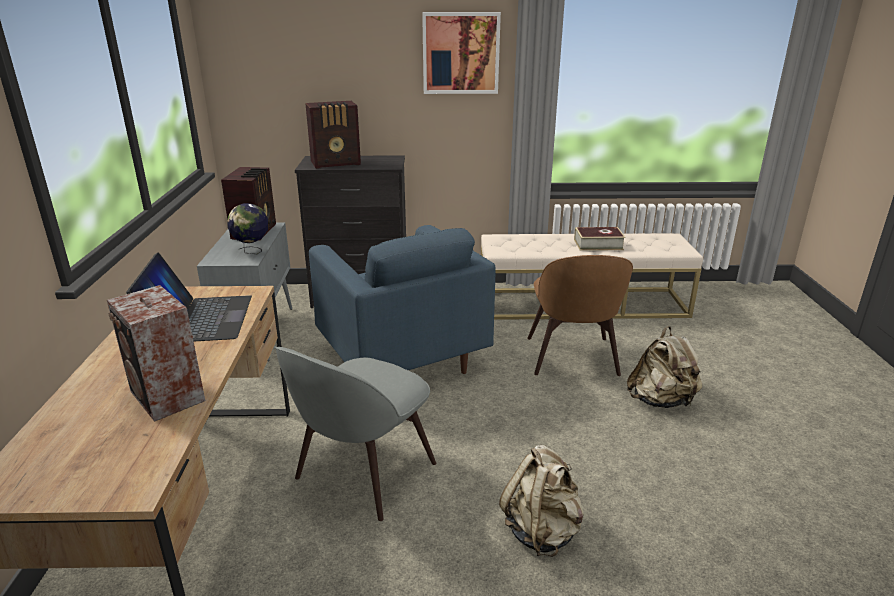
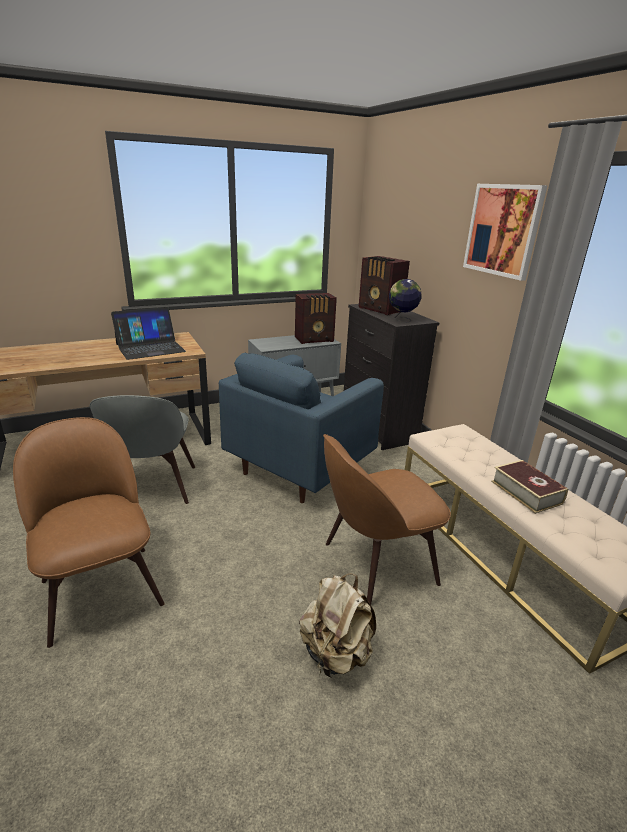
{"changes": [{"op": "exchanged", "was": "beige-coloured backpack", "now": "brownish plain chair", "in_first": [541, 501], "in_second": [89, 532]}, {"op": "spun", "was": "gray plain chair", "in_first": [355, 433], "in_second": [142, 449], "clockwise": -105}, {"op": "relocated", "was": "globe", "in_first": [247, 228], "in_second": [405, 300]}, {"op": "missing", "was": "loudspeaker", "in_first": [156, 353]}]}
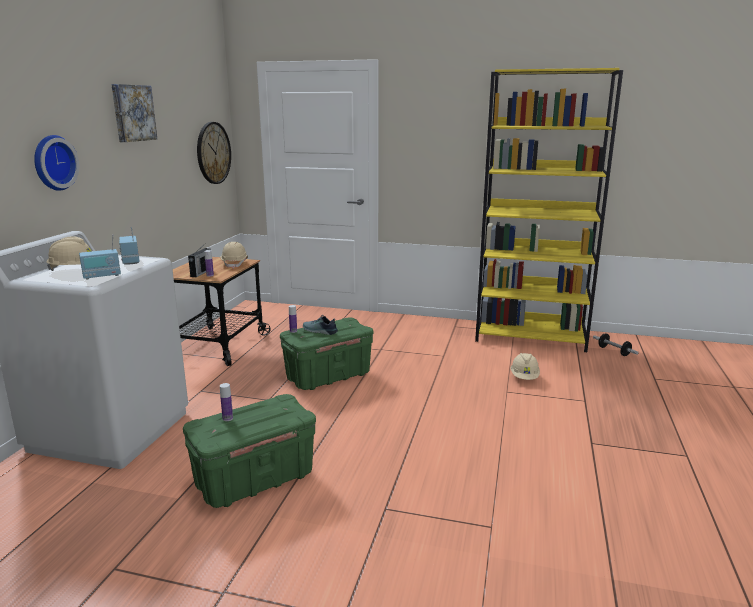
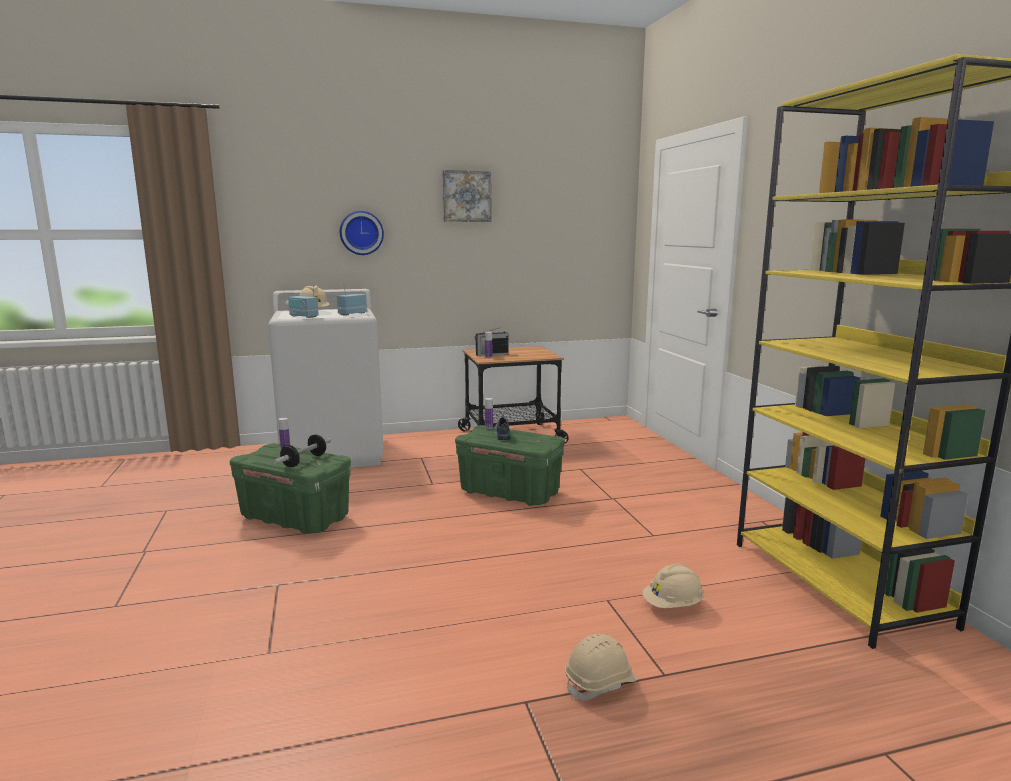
{"changes": [{"op": "relocated", "was": "dumbbell", "in_first": [616, 344], "in_second": [302, 450]}, {"op": "relocated", "was": "beige-coloured work helmet", "in_first": [234, 255], "in_second": [601, 667]}, {"op": "missing", "was": "hanging clock", "in_first": [214, 153]}]}
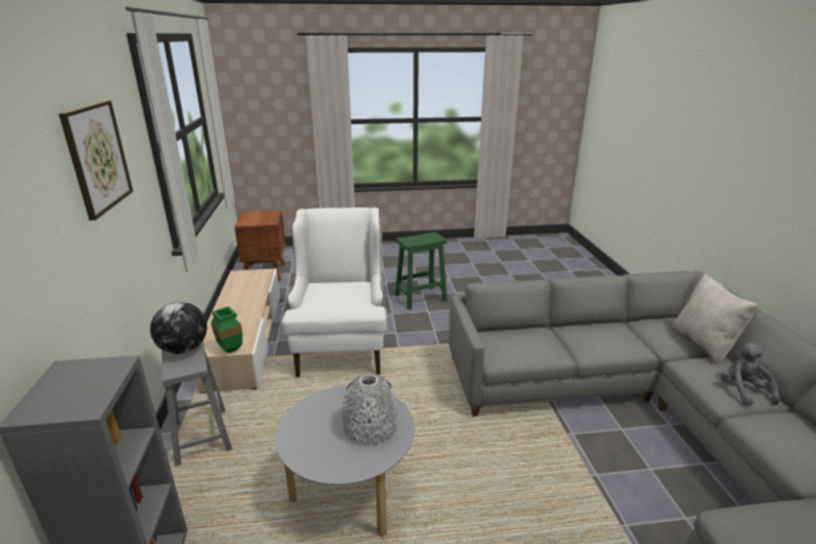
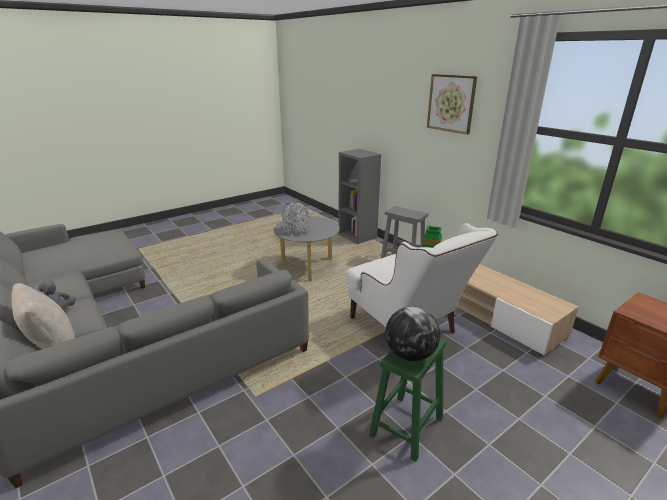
{"changes": [{"op": "relocated", "was": "globe", "in_first": [178, 328], "in_second": [412, 334]}]}
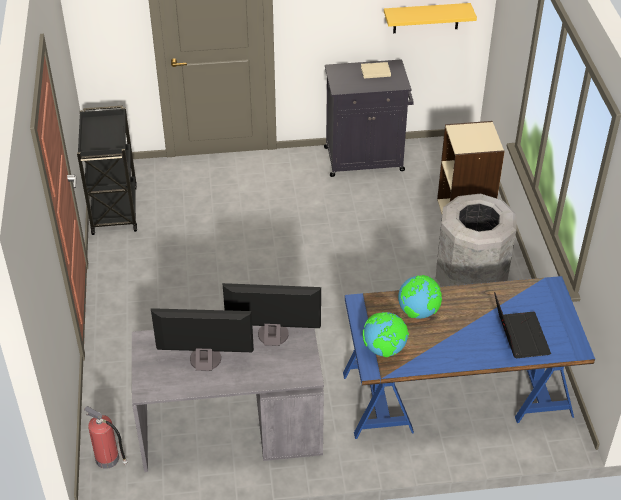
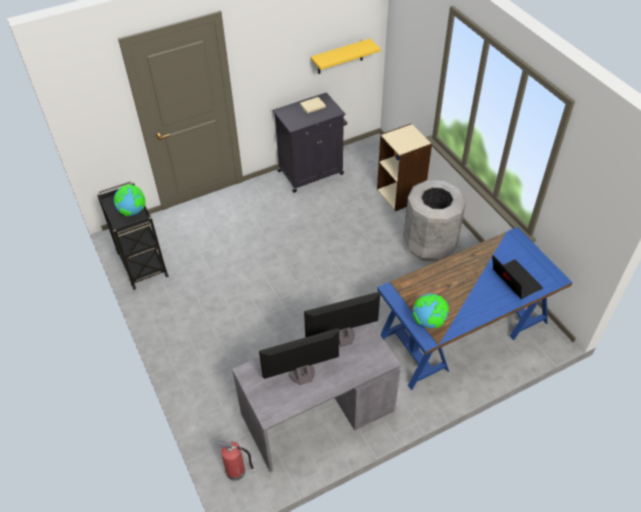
{"changes": [{"op": "relocated", "was": "globe", "in_first": [420, 297], "in_second": [129, 200]}]}
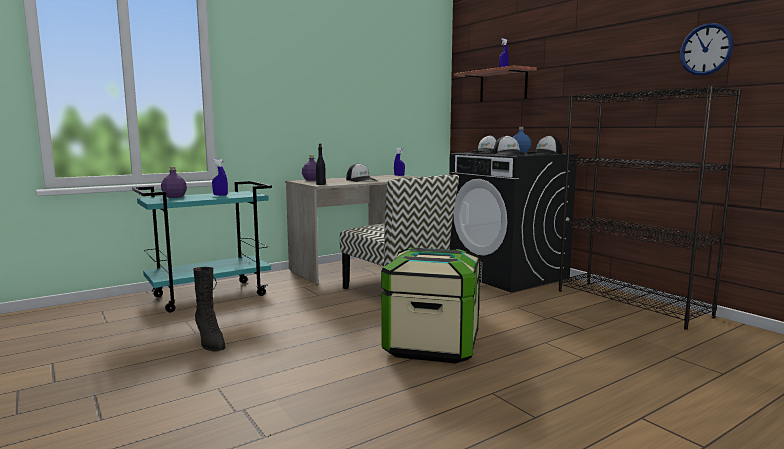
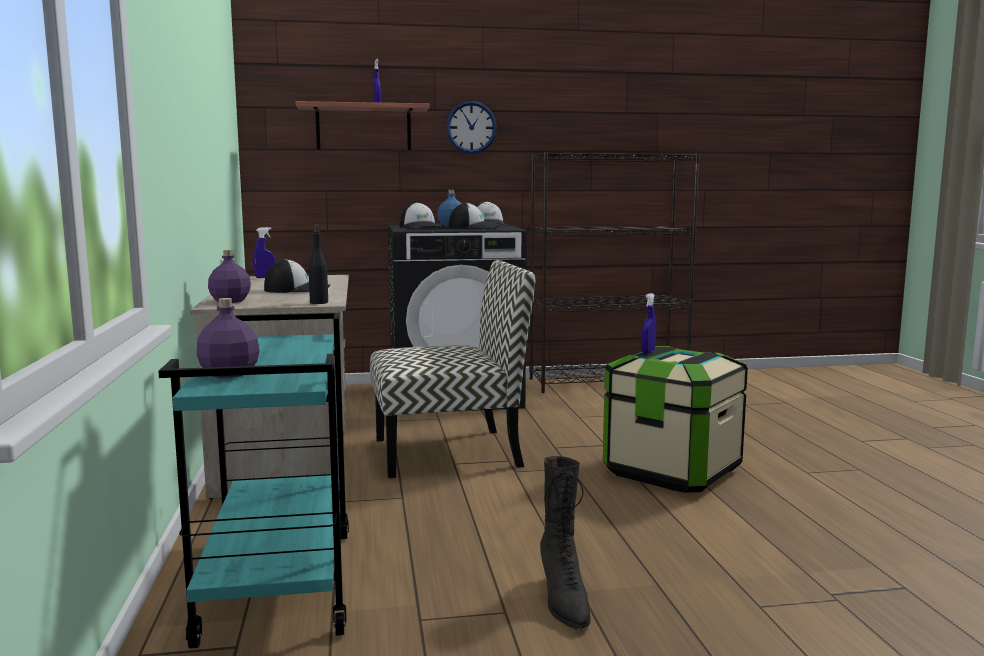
{"changes": [{"op": "relocated", "was": "hanging clock", "in_first": [707, 49], "in_second": [471, 127]}, {"op": "spun", "was": "black boot", "in_first": [209, 309], "in_second": [565, 543], "clockwise": 90}, {"op": "relocated", "was": "blue-coloured sprayer", "in_first": [220, 177], "in_second": [648, 323]}]}
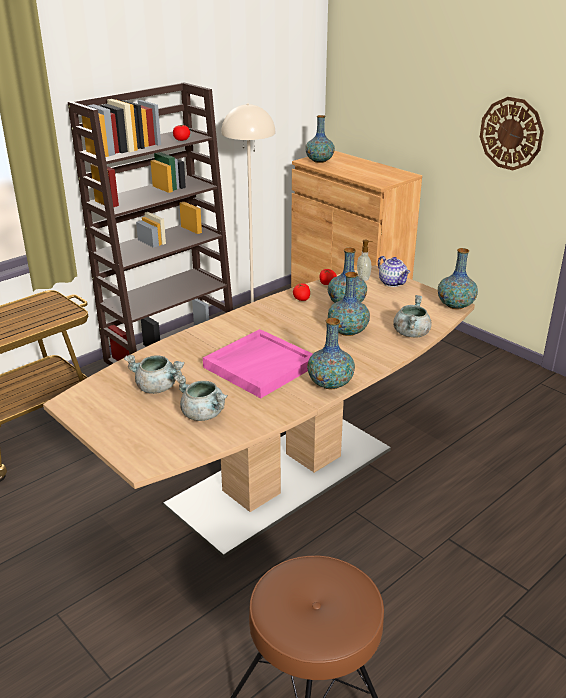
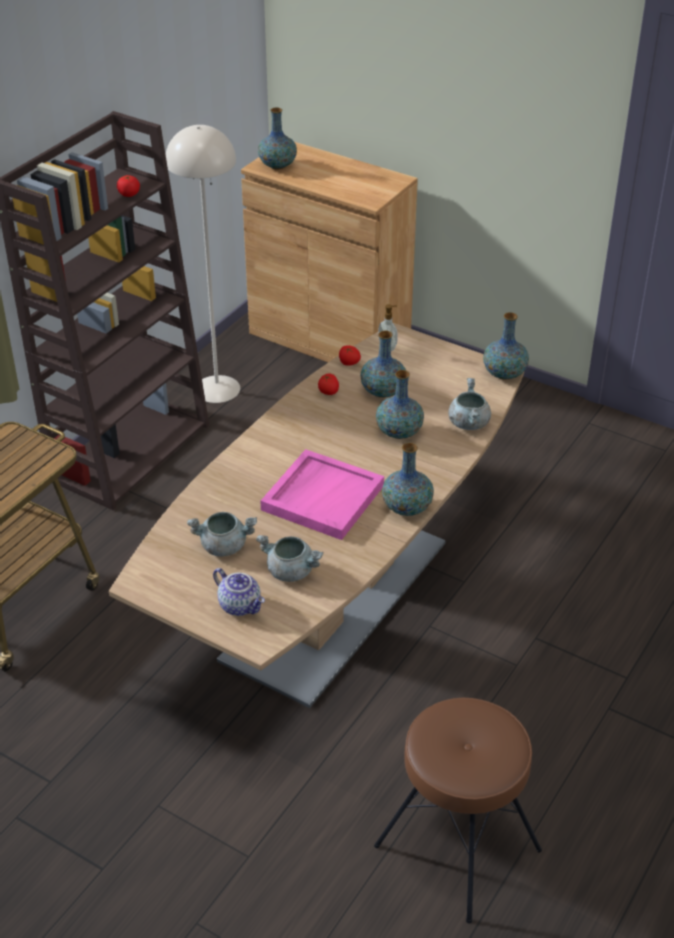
{"changes": [{"op": "relocated", "was": "teapot", "in_first": [394, 271], "in_second": [239, 592]}, {"op": "missing", "was": "hanging clock", "in_first": [512, 133]}]}
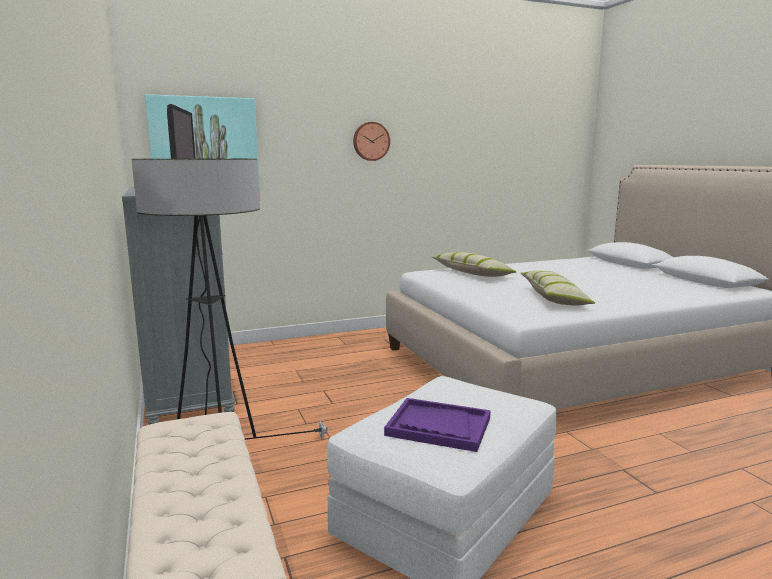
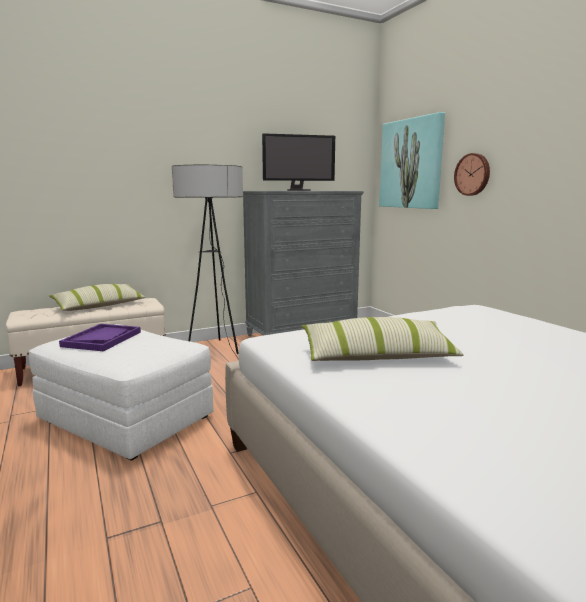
{"changes": [{"op": "relocated", "was": "throw pillow", "in_first": [474, 264], "in_second": [97, 297]}, {"op": "relocated", "was": "hanging clock", "in_first": [371, 141], "in_second": [472, 174]}]}
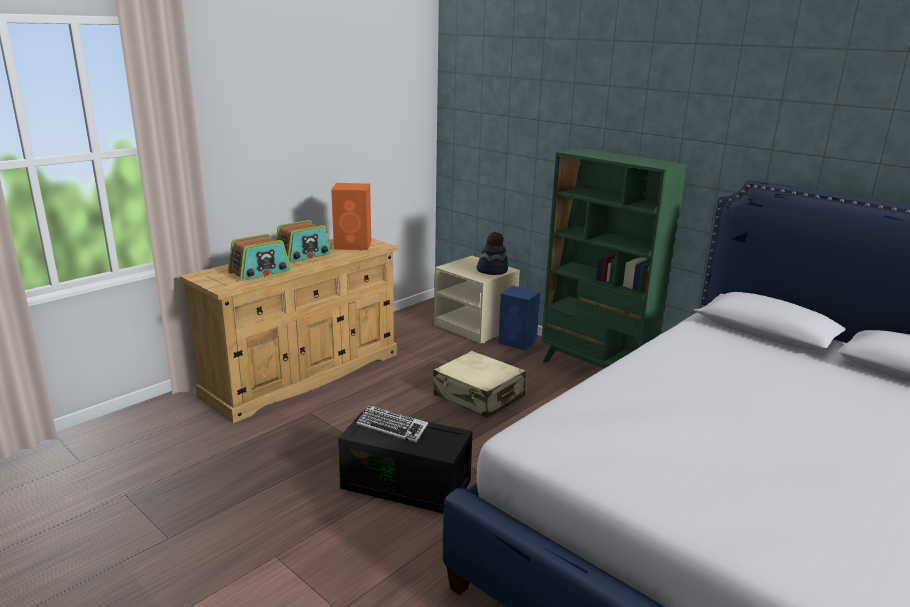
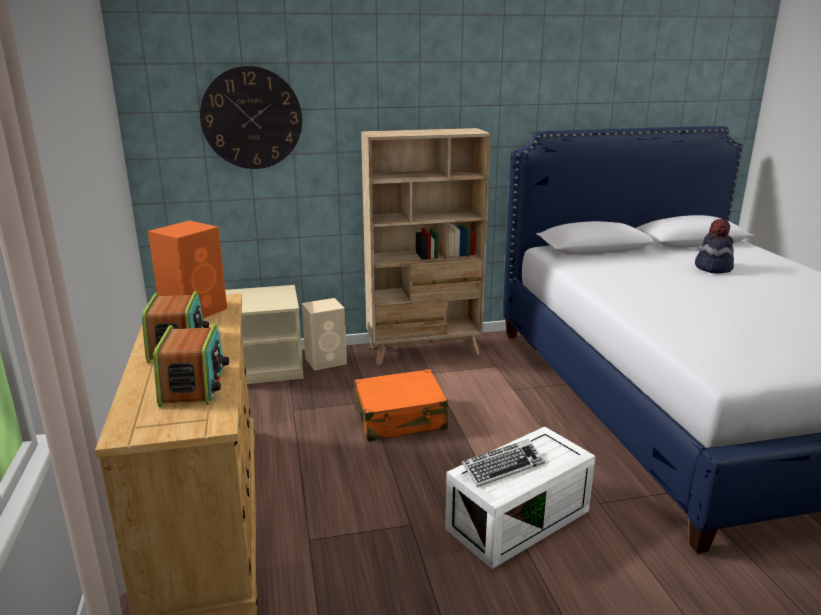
{"changes": [{"op": "appeared", "now": "hanging clock", "in_second": [251, 117]}, {"op": "colour", "was": "blue-coloured loudspeaker", "now": "beige-coloured loudspeaker", "in_first": [519, 318], "in_second": [324, 334]}, {"op": "colour", "was": "beige-coloured piece of luggage", "now": "orangey piece of luggage", "in_first": [479, 384], "in_second": [401, 405]}, {"op": "colour", "was": "green shelving unit", "now": "beige-coloured shelving unit", "in_first": [614, 258], "in_second": [426, 246]}, {"op": "colour", "was": "black storage container", "now": "white storage container", "in_first": [405, 461], "in_second": [520, 497]}, {"op": "relocated", "was": "wearable hat", "in_first": [492, 253], "in_second": [714, 246]}]}
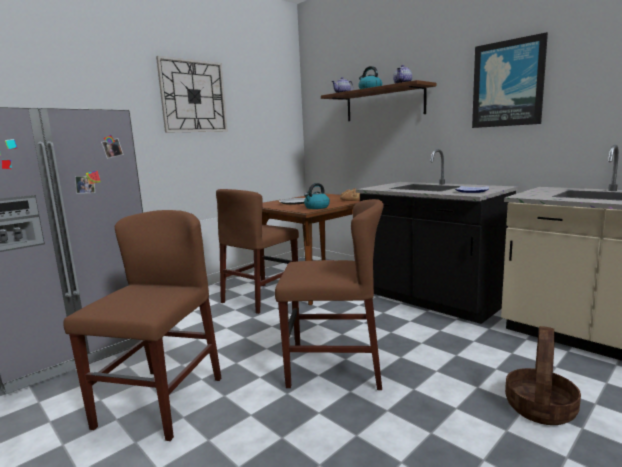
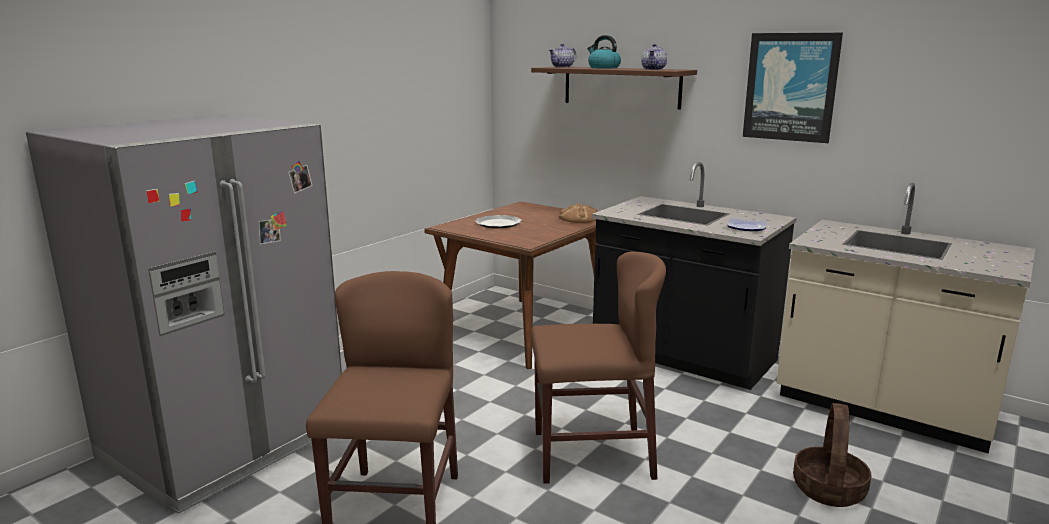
{"changes": [{"op": "missing", "was": "hanging clock", "in_first": [192, 94]}, {"op": "missing", "was": "brownish plain chair", "in_first": [257, 251]}, {"op": "missing", "was": "tea kettle", "in_first": [317, 196]}]}
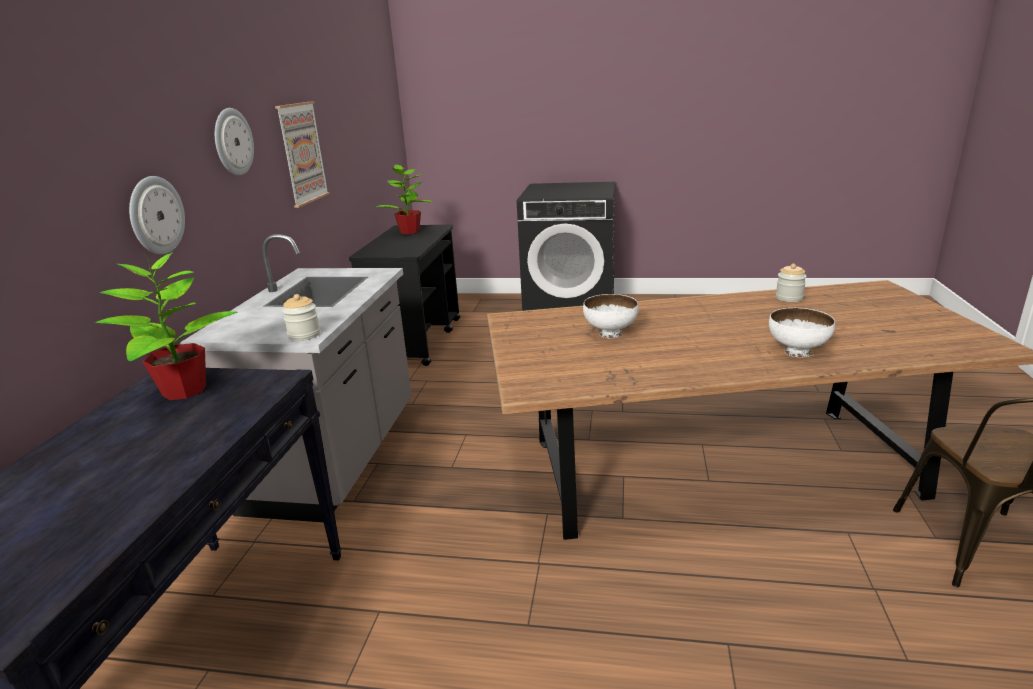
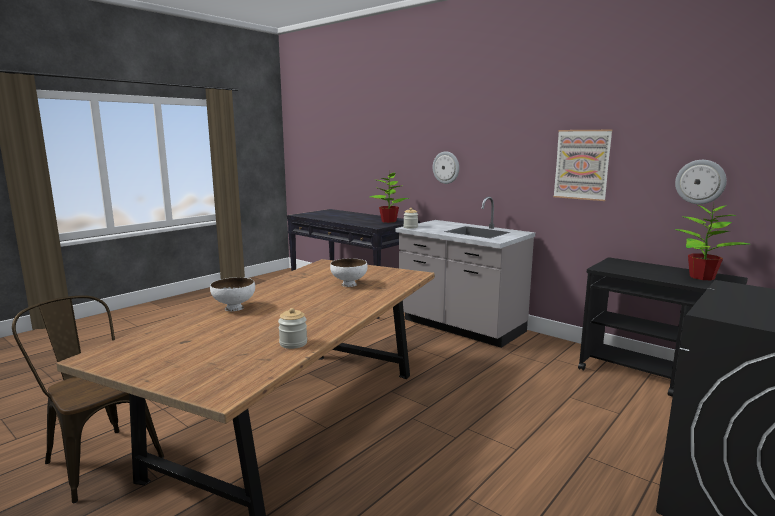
{"changes": [{"op": "relocated", "was": "hanging clock", "in_first": [234, 142], "in_second": [701, 182]}]}
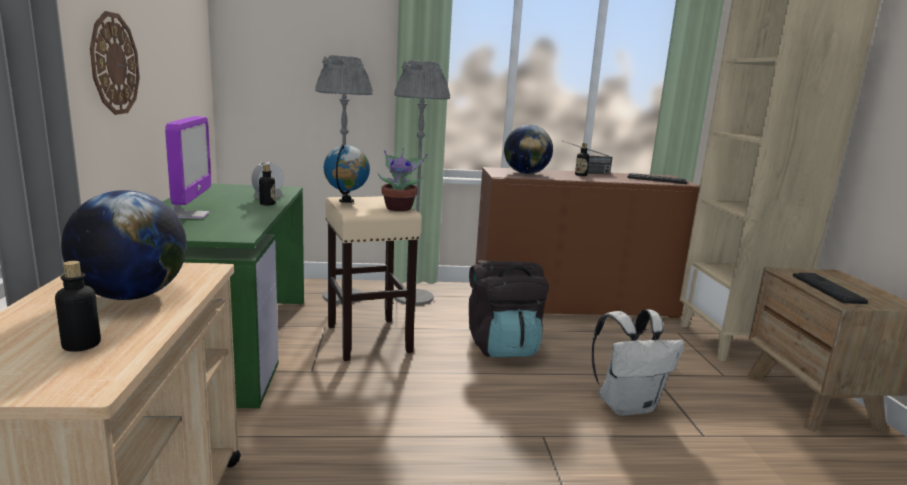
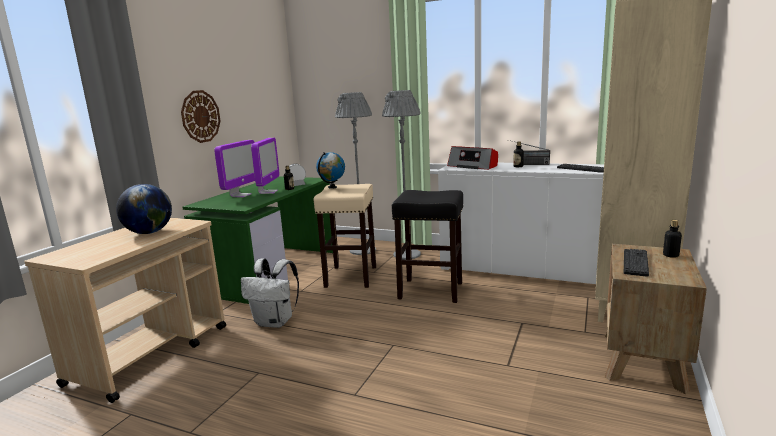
{"changes": [{"op": "relocated", "was": "white backpack", "in_first": [638, 362], "in_second": [270, 293]}, {"op": "appeared", "now": "computer display", "in_second": [265, 166]}, {"op": "exchanged", "was": "black backpack", "now": "black stool seat", "in_first": [509, 308], "in_second": [427, 246]}, {"op": "colour", "was": "brownish cupboard", "now": "white cupboard", "in_first": [588, 242], "in_second": [521, 223]}, {"op": "exchanged", "was": "globe", "now": "radio receiver", "in_first": [528, 149], "in_second": [472, 158]}, {"op": "relocated", "was": "beverage bottle", "in_first": [78, 306], "in_second": [672, 239]}, {"op": "missing", "was": "potted plant", "in_first": [402, 180]}]}
